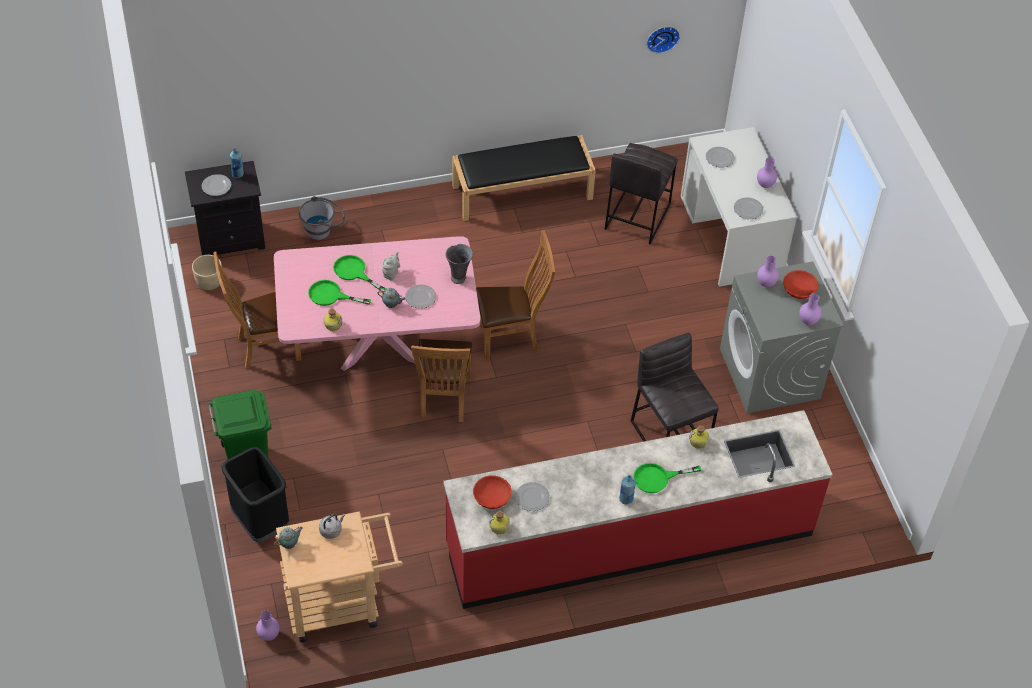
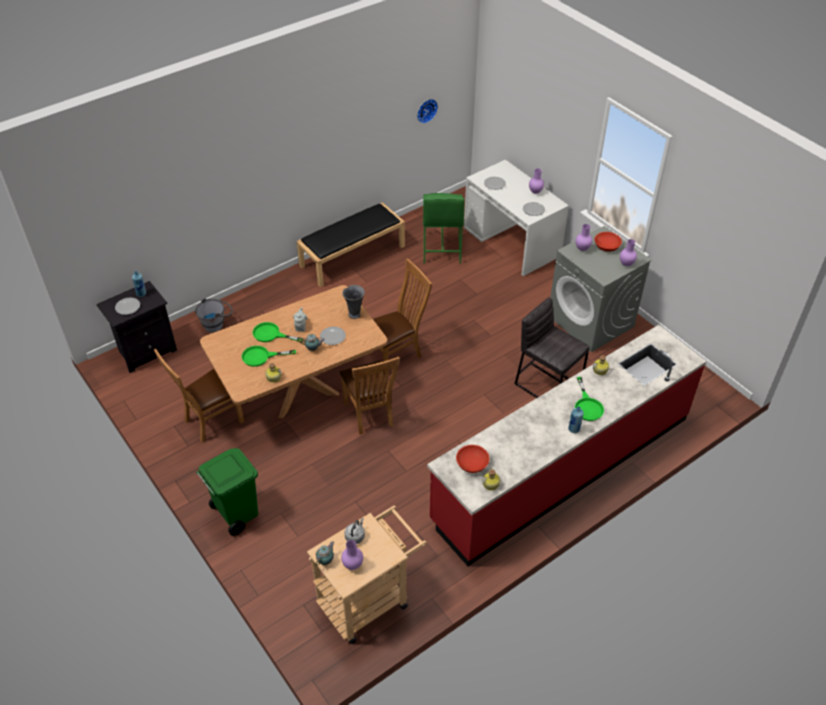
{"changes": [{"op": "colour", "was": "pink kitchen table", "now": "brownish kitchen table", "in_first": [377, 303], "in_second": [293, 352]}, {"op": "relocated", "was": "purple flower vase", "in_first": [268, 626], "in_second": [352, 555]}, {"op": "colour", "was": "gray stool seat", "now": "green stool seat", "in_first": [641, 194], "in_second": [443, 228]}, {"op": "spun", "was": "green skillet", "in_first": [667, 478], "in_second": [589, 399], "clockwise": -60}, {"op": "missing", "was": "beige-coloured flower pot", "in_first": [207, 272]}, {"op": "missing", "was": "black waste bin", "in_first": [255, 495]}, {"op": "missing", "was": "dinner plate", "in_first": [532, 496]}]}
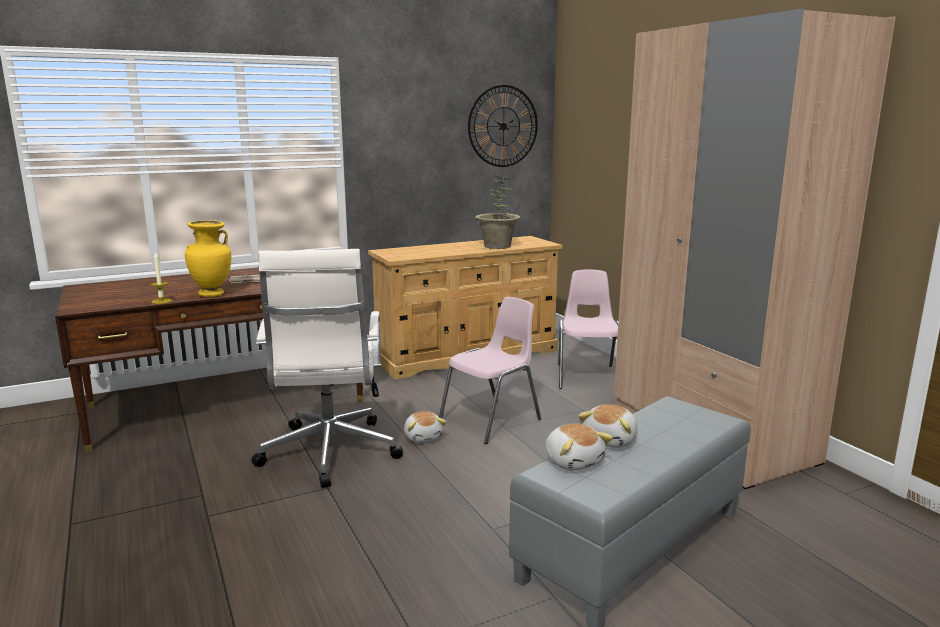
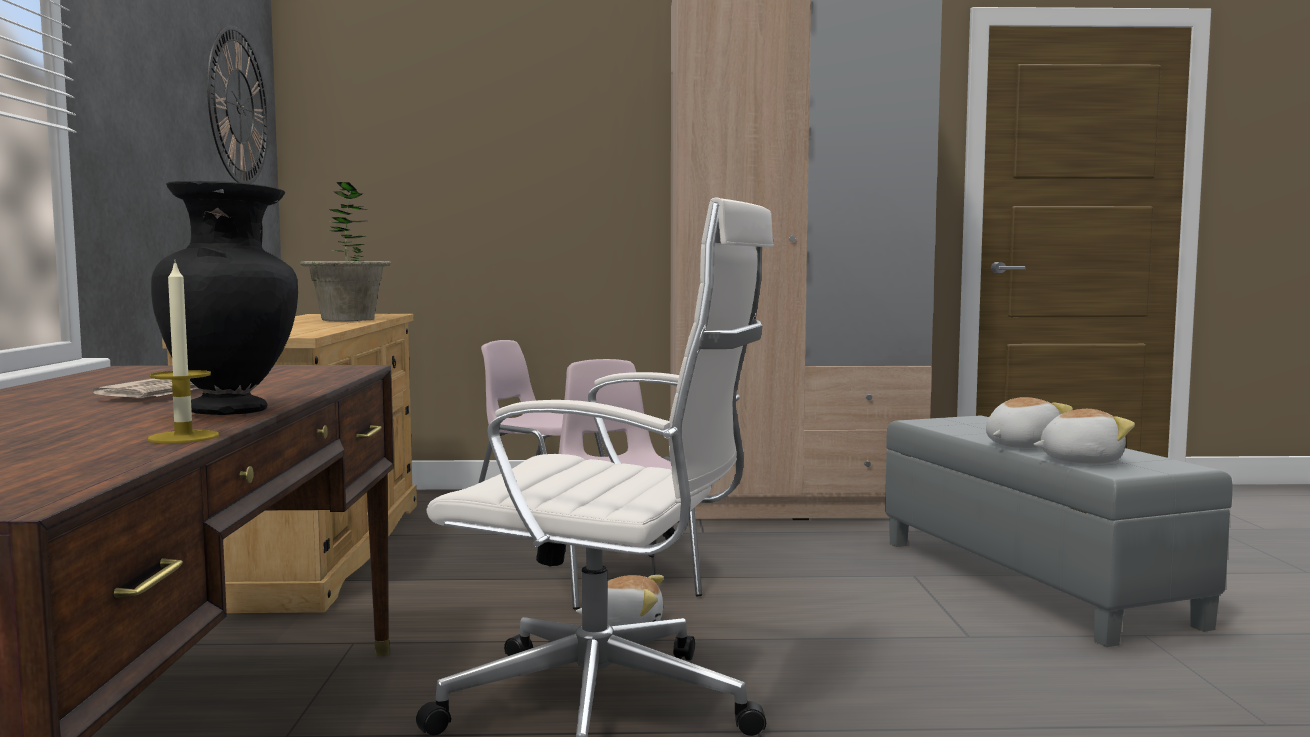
{"changes": [{"op": "colour", "was": "yellow-coloured flower vase", "now": "black flower vase", "in_first": [208, 258], "in_second": [224, 298]}, {"op": "spun", "was": "plush toy", "in_first": [608, 426], "in_second": [1029, 422], "clockwise": -90}]}
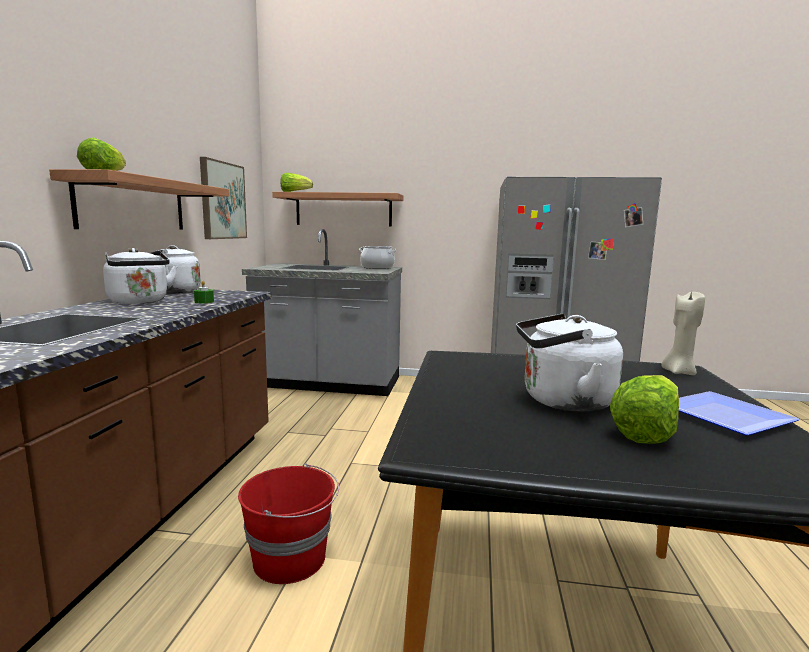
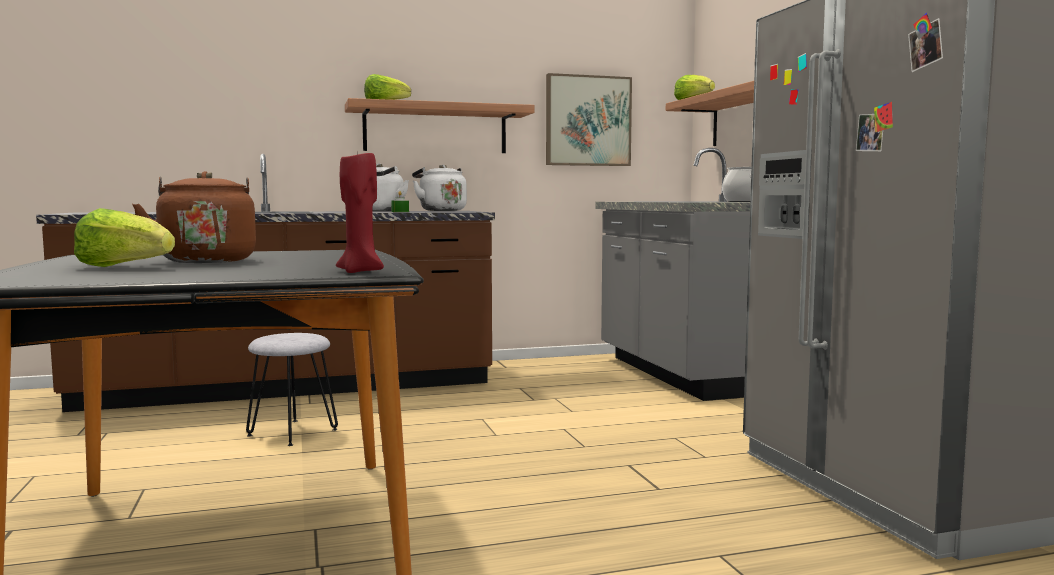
{"changes": [{"op": "colour", "was": "white tea kettle", "now": "brownish tea kettle", "in_first": [569, 363], "in_second": [194, 217]}, {"op": "exchanged", "was": "reddish water bucket", "now": "gray stool seat", "in_first": [288, 523], "in_second": [292, 389]}, {"op": "colour", "was": "beige-coloured candle", "now": "reddish candle", "in_first": [683, 333], "in_second": [360, 212]}, {"op": "missing", "was": "dinner plate", "in_first": [739, 413]}]}
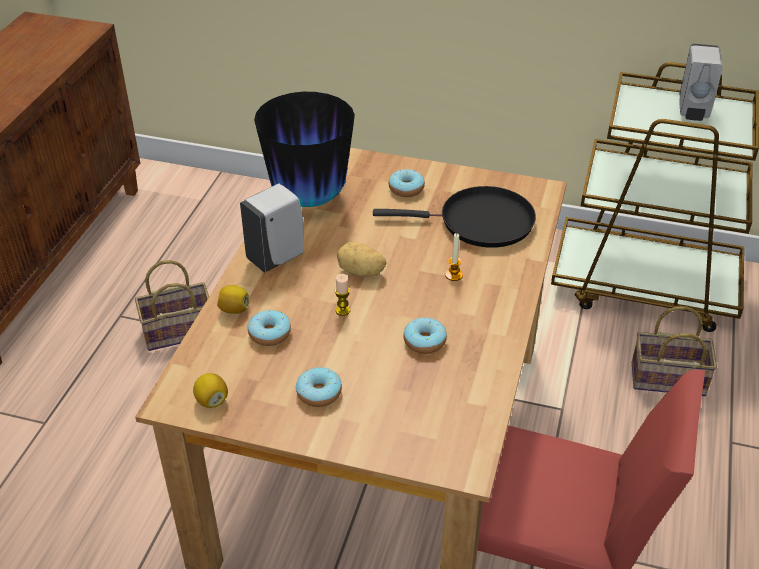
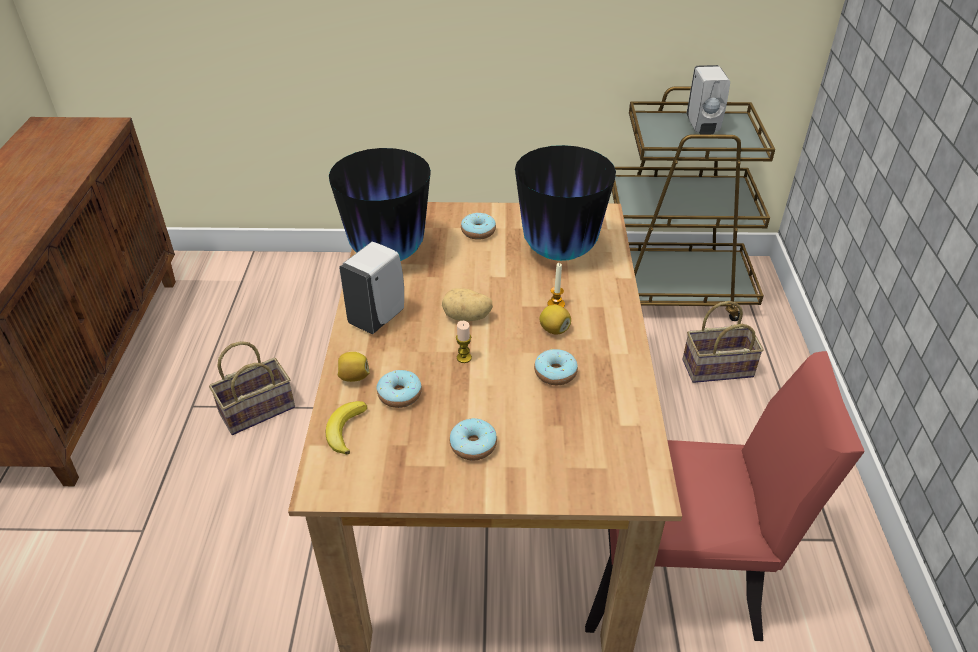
{"changes": [{"op": "appeared", "now": "banana", "in_second": [346, 428]}, {"op": "exchanged", "was": "black skillet", "now": "flower vase", "in_first": [454, 217], "in_second": [565, 203]}, {"op": "relocated", "was": "citrus fruit", "in_first": [210, 390], "in_second": [555, 320]}]}
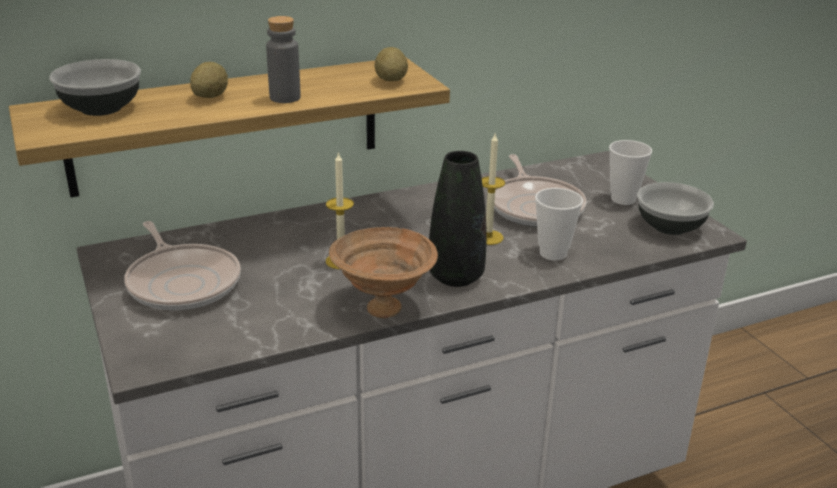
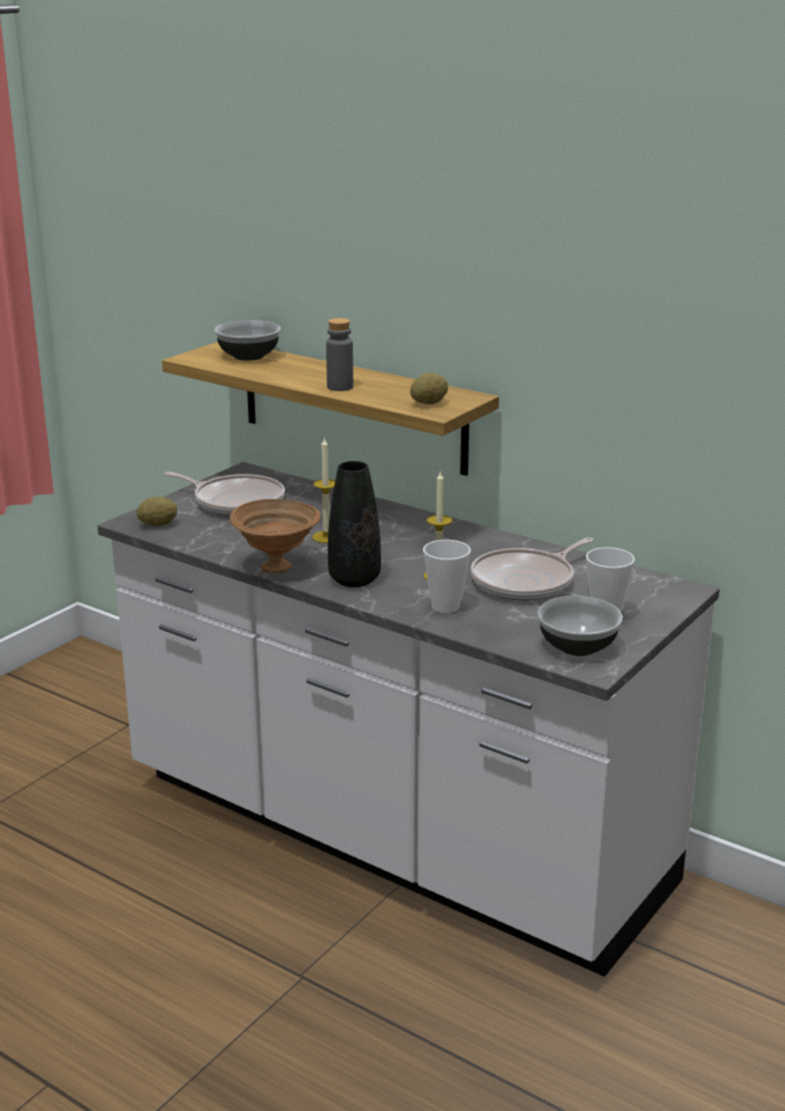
{"changes": [{"op": "relocated", "was": "potato", "in_first": [209, 80], "in_second": [157, 511]}, {"op": "spun", "was": "skillet", "in_first": [182, 265], "in_second": [224, 494], "clockwise": -90}]}
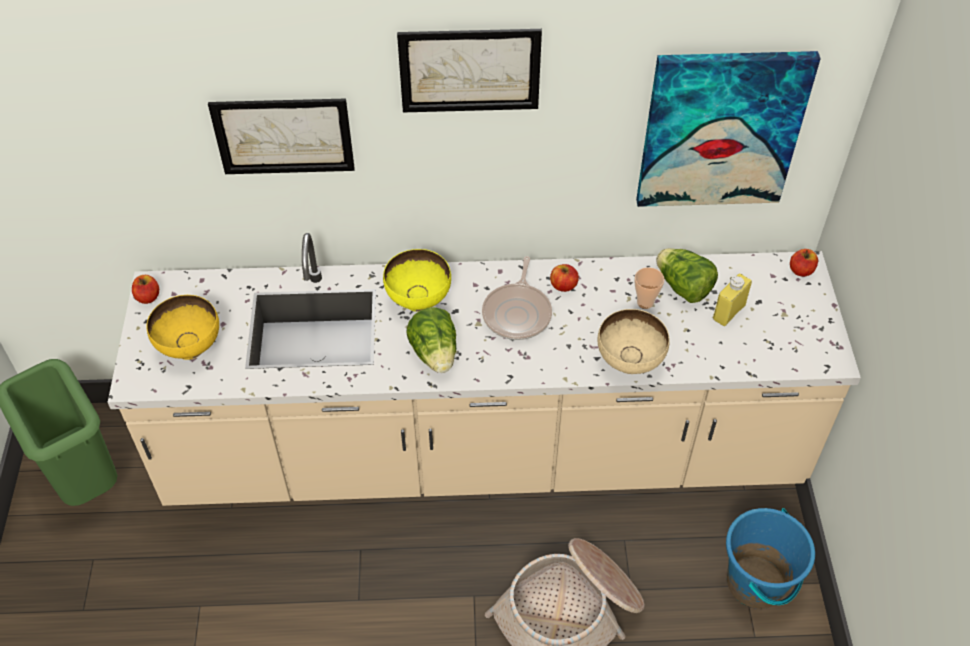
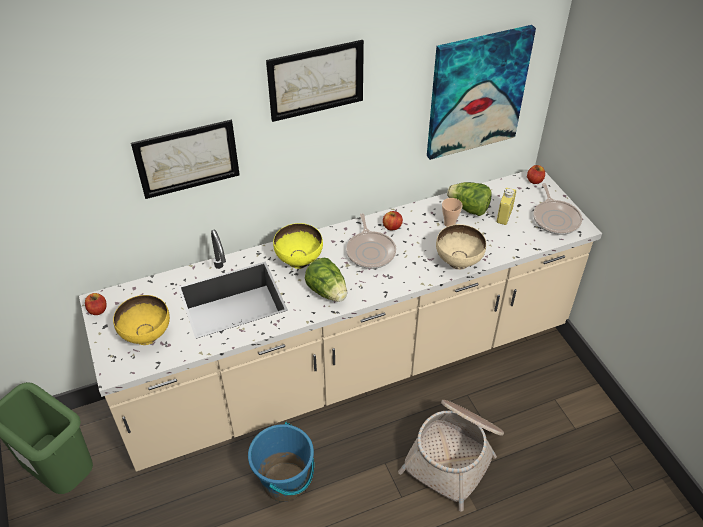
{"changes": [{"op": "relocated", "was": "blue-coloured water bucket", "in_first": [770, 558], "in_second": [281, 462]}, {"op": "appeared", "now": "skillet", "in_second": [557, 209]}]}
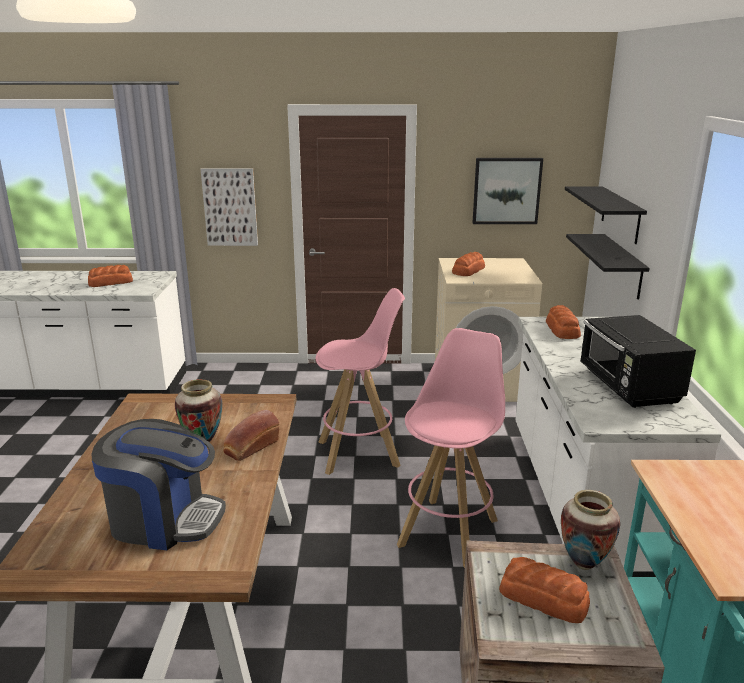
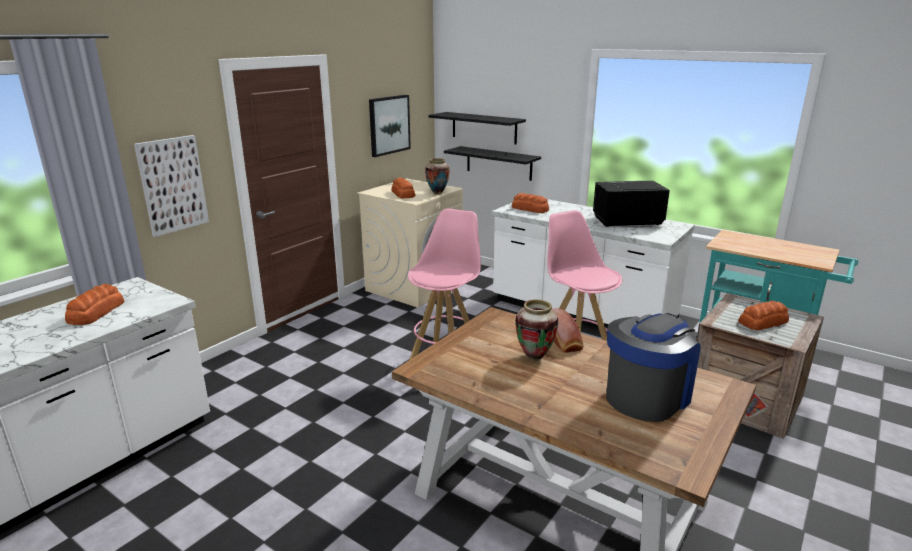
{"changes": [{"op": "relocated", "was": "flower vase", "in_first": [590, 530], "in_second": [437, 176]}, {"op": "spun", "was": "black kitchen microwave", "in_first": [638, 361], "in_second": [631, 204], "clockwise": 150}]}
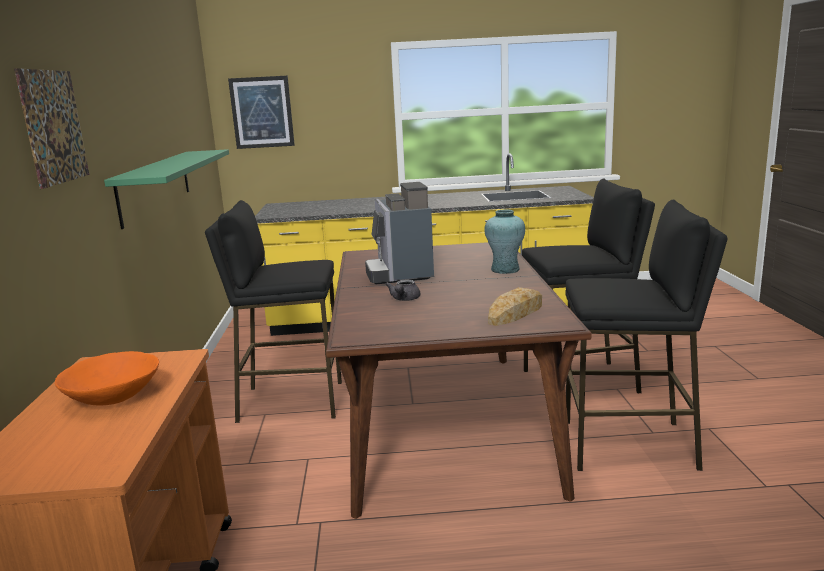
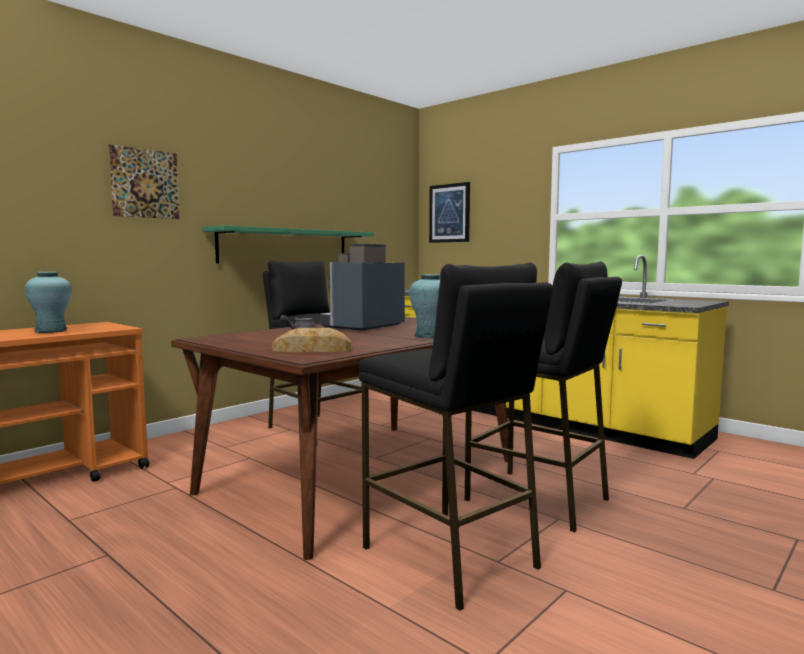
{"changes": [{"op": "exchanged", "was": "orangey serving bowl", "now": "turquoise-coloured flower vase", "in_first": [107, 378], "in_second": [48, 302]}]}
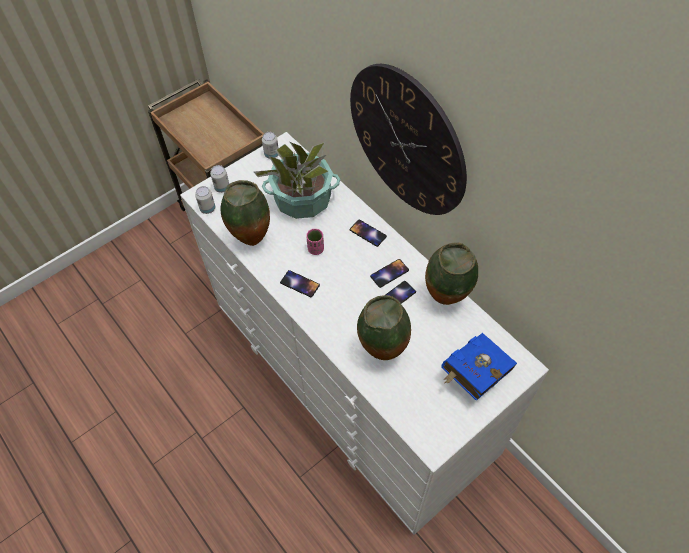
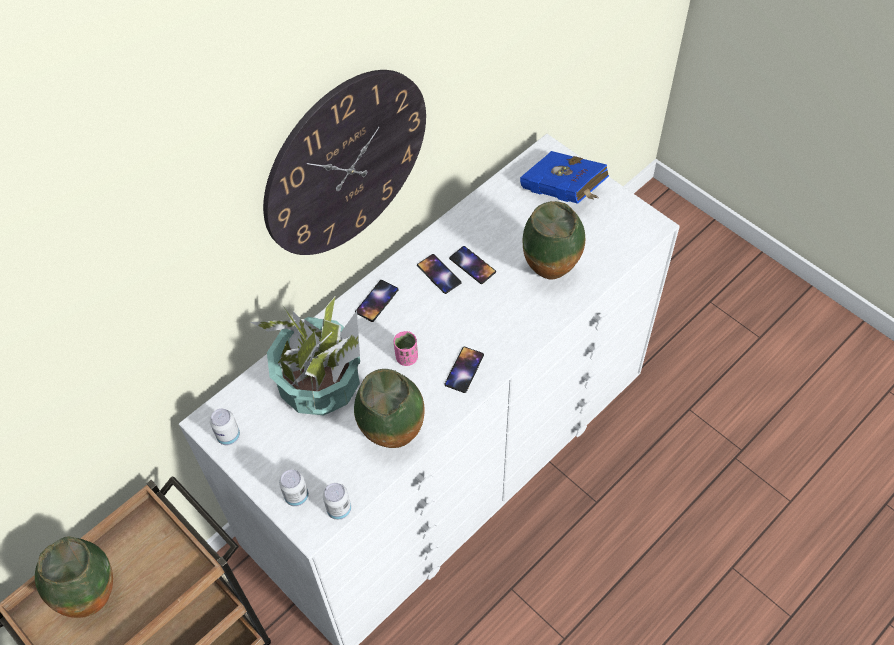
{"changes": [{"op": "relocated", "was": "flower vase", "in_first": [451, 273], "in_second": [74, 577]}]}
